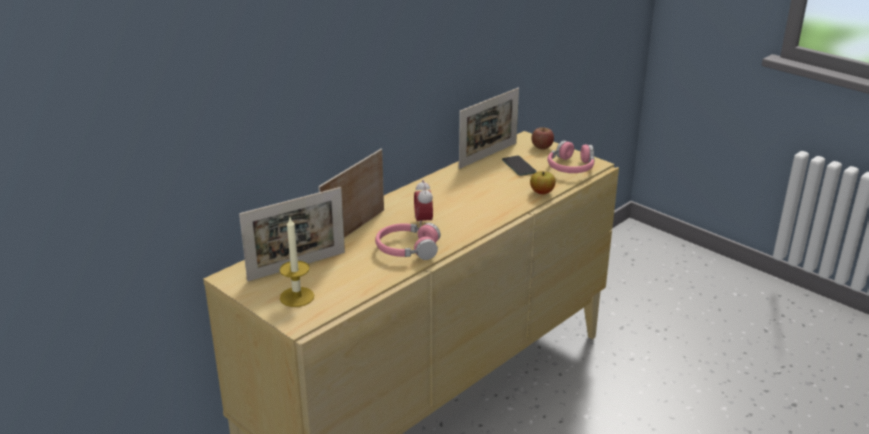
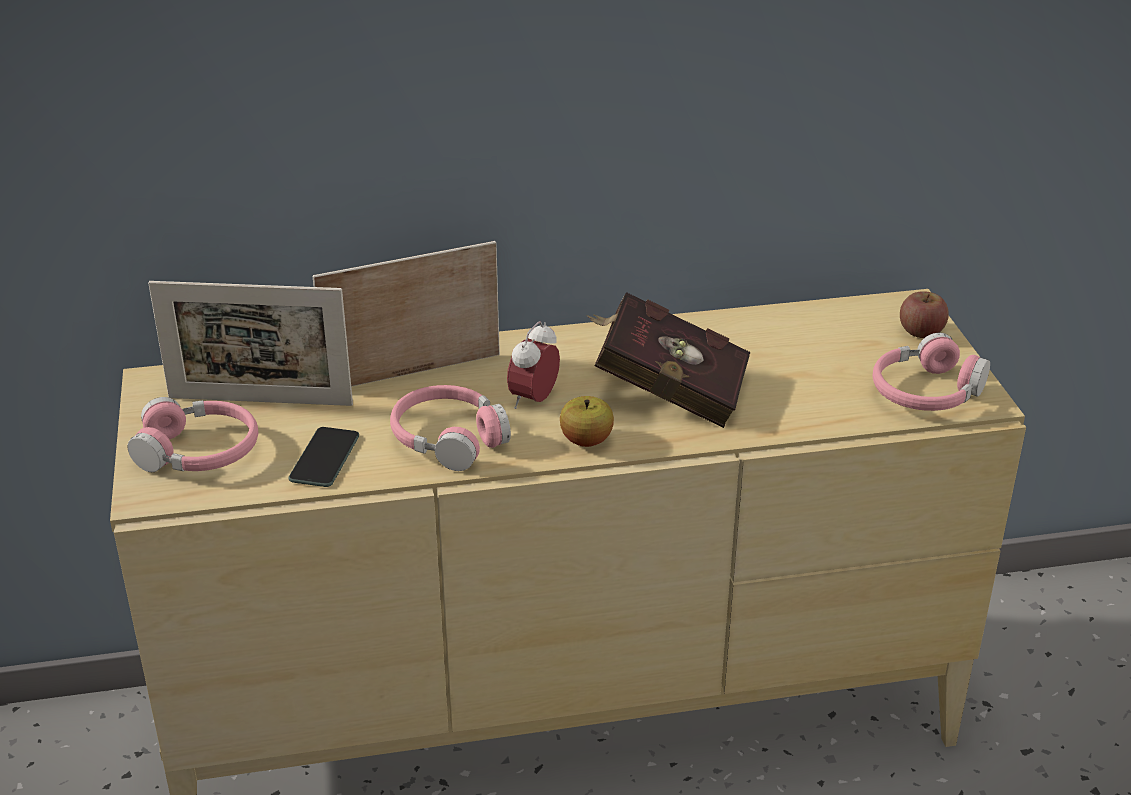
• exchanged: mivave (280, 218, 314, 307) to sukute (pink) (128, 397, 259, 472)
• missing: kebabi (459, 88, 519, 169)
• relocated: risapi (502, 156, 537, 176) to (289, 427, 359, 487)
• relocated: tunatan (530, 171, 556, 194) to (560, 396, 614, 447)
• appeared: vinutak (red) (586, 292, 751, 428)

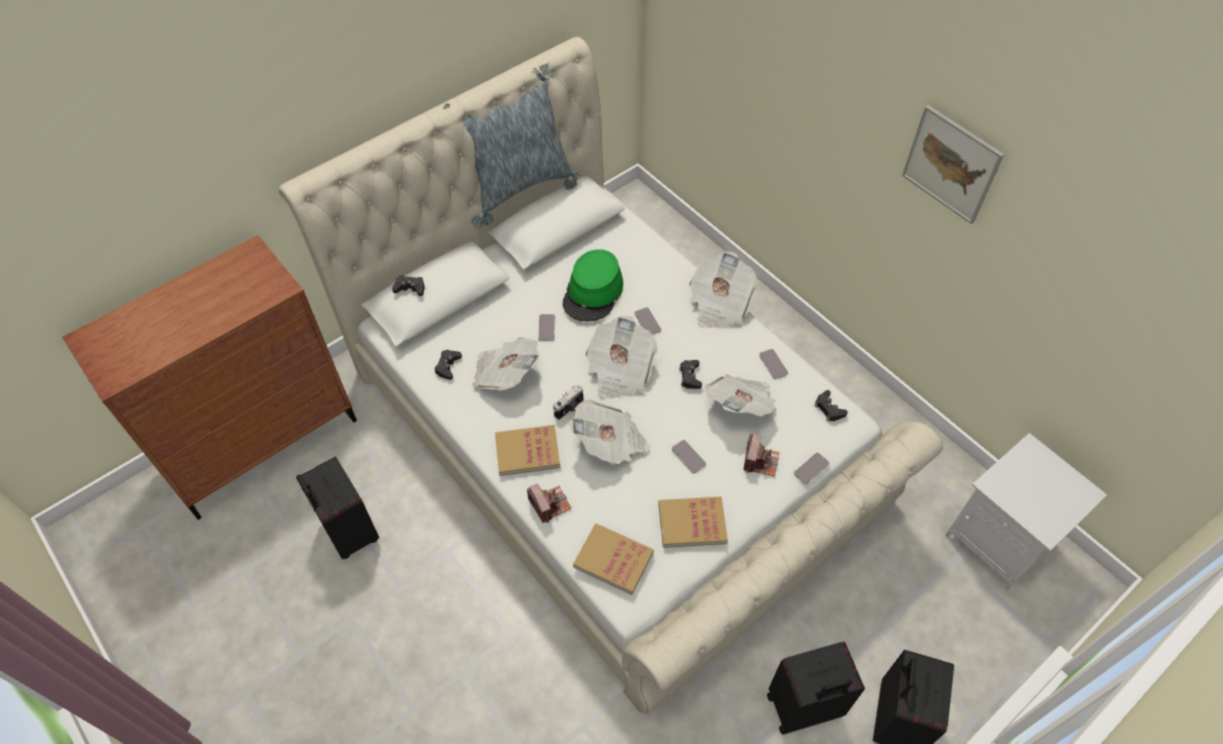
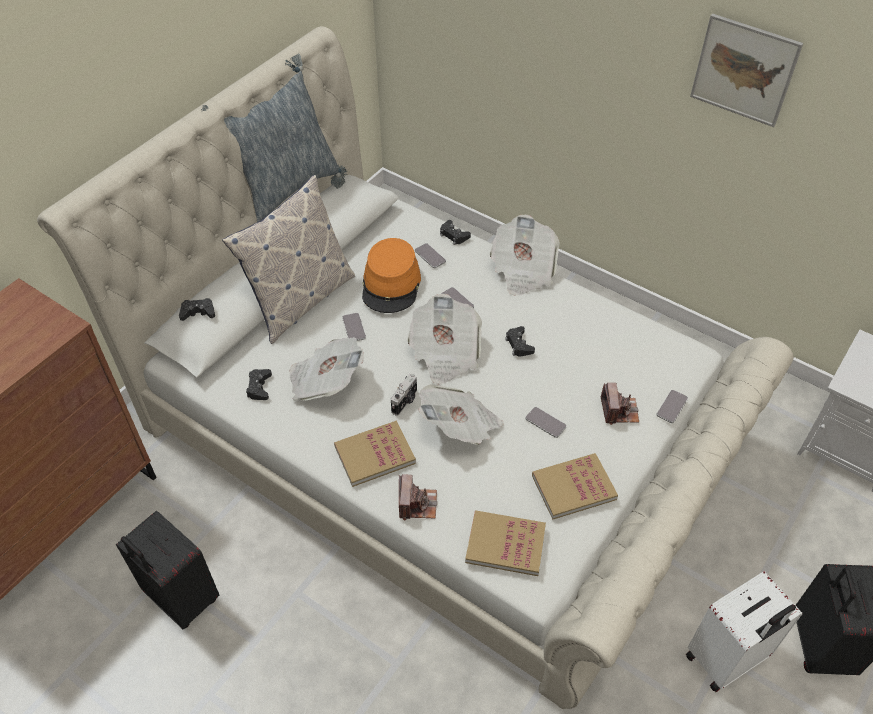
• spun: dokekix (527, 483, 572, 523) = (399, 474, 437, 520) 45 degrees clockwise
• colour: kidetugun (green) (563, 249, 623, 321) to kidetugun (orange) (362, 238, 421, 313)
• missing: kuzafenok (705, 374, 776, 416)
• relocated: risapi (759, 349, 788, 379) to (415, 243, 446, 268)
• colour: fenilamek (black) (767, 642, 865, 735) to fenilamek (white) (686, 571, 803, 692)
• relocated: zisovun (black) (814, 390, 848, 421) to (440, 220, 471, 245)
• appeared: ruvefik (222, 175, 355, 344)

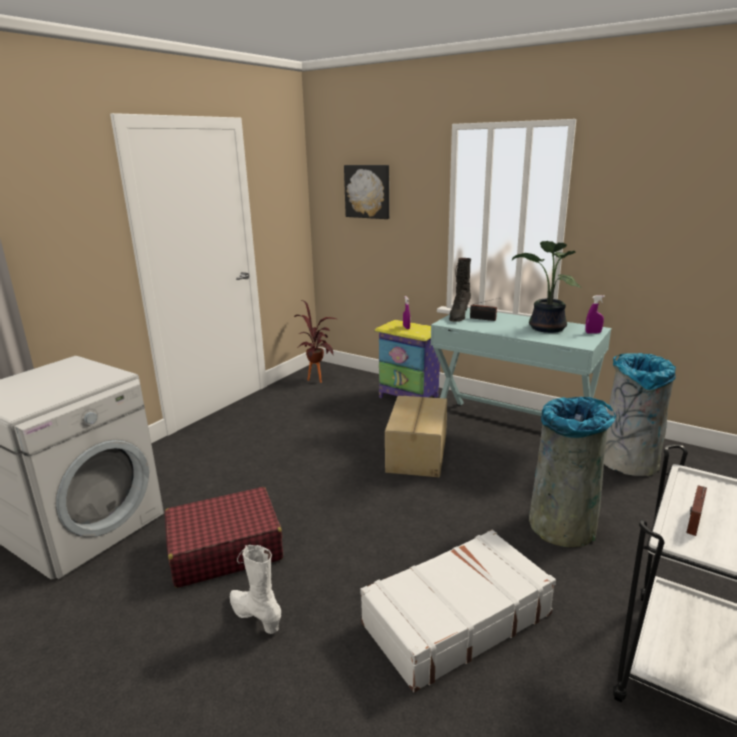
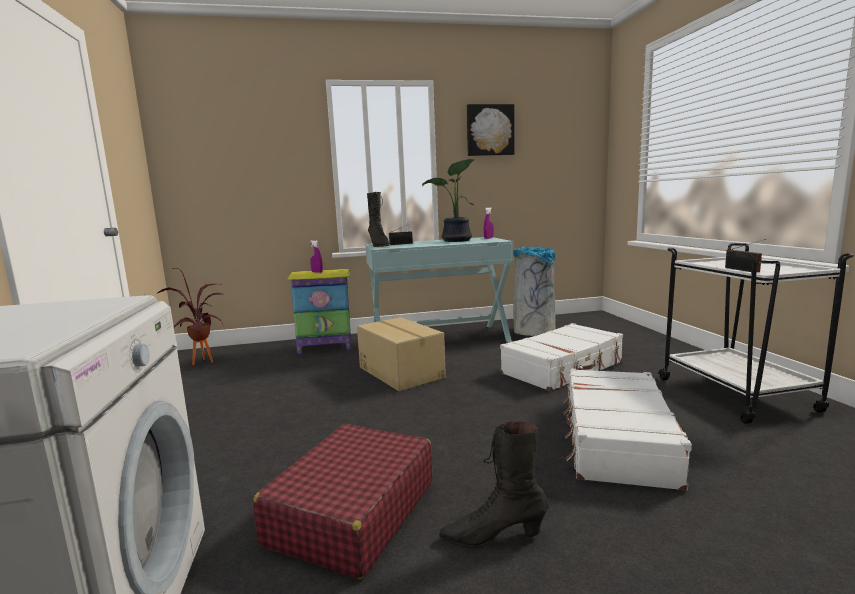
• colour: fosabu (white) (230, 545, 281, 634) to fosabu (black) (439, 421, 549, 549)
• relocated: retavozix (344, 165, 389, 219) to (467, 104, 515, 156)
• exchanged: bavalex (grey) (529, 397, 616, 547) to fenilamek (white) (500, 323, 623, 391)

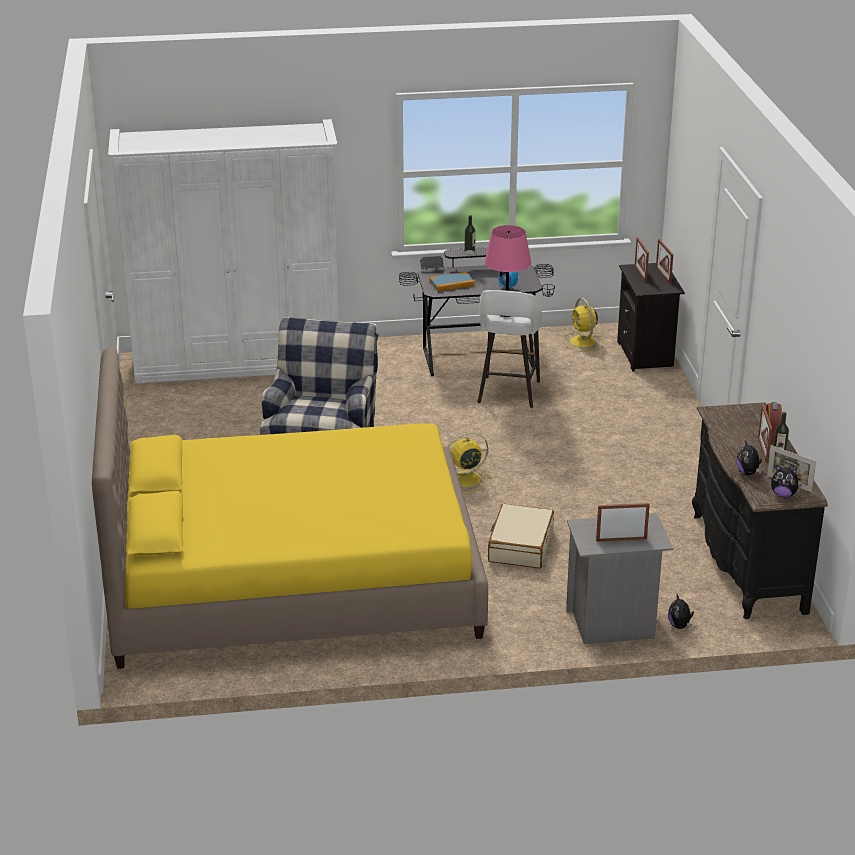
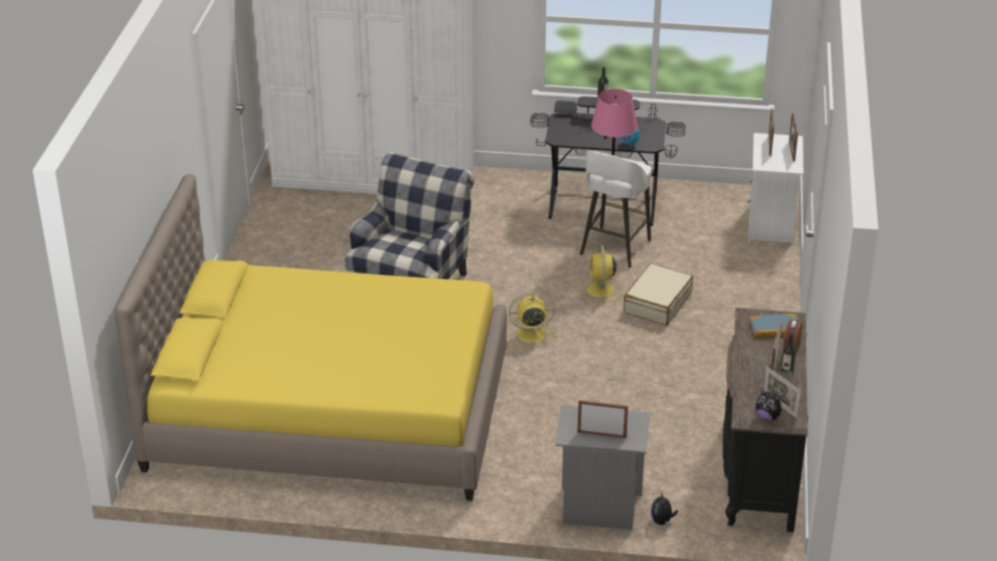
• relocated: vinutak (429, 272, 474, 292) to (749, 314, 798, 338)
• relocated: fenilamek (beige) (488, 504, 554, 569) to (624, 264, 693, 325)
• relocated: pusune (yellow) (563, 298, 605, 352) to (580, 245, 624, 303)
• colour: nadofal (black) (617, 263, 685, 372) to nadofal (white) (748, 133, 803, 243)
• missing: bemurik (736, 440, 762, 475)

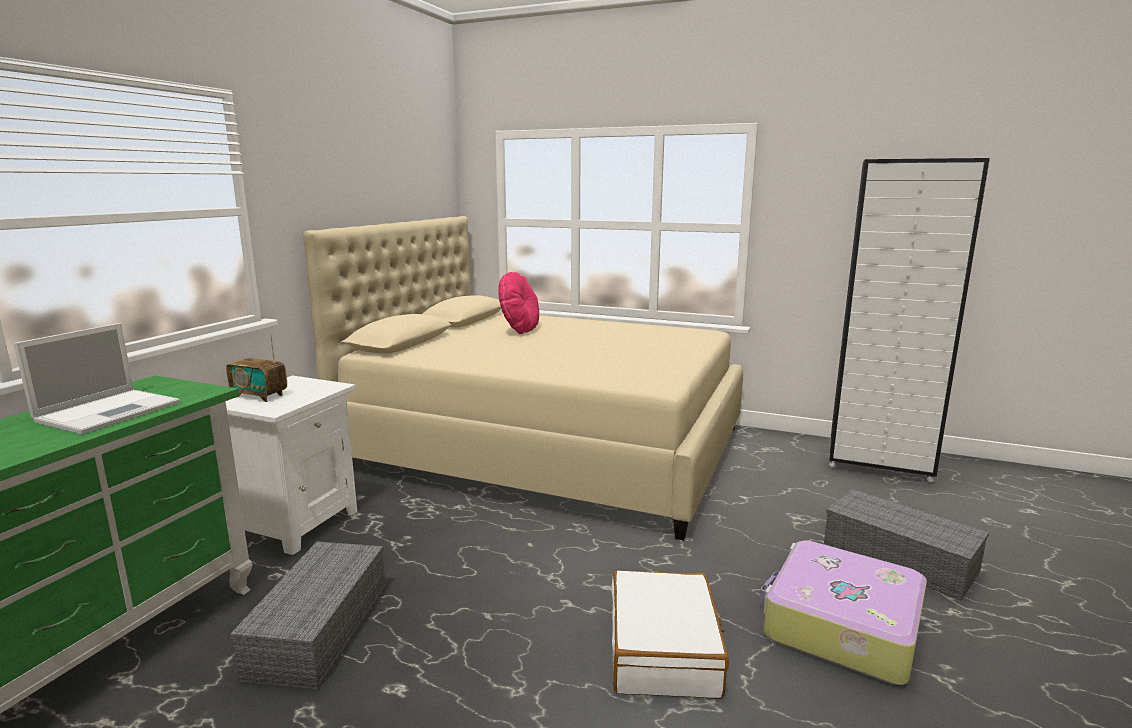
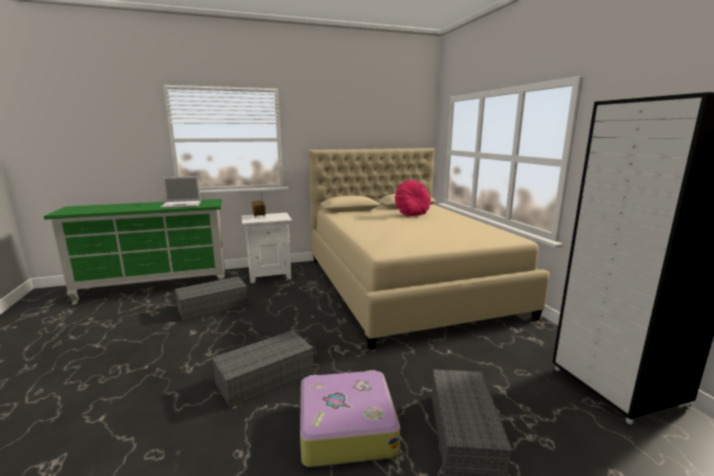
• exchanged: fenilamek (white) (612, 570, 729, 699) to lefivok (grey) (211, 330, 314, 408)

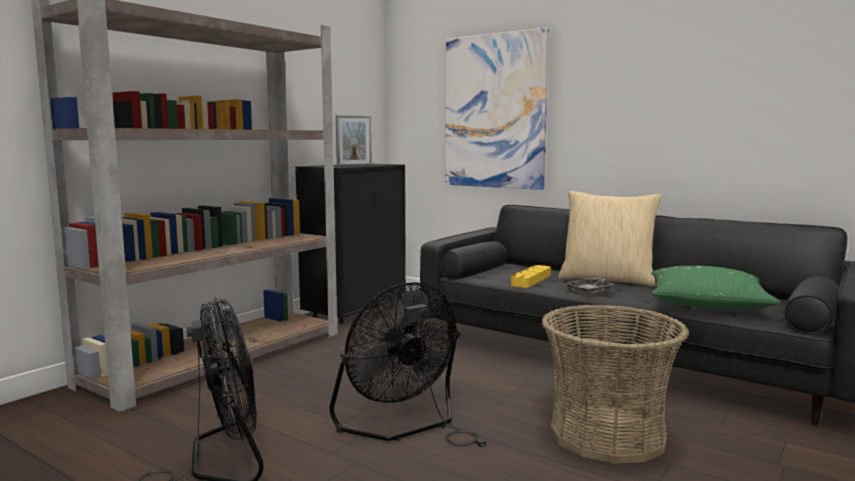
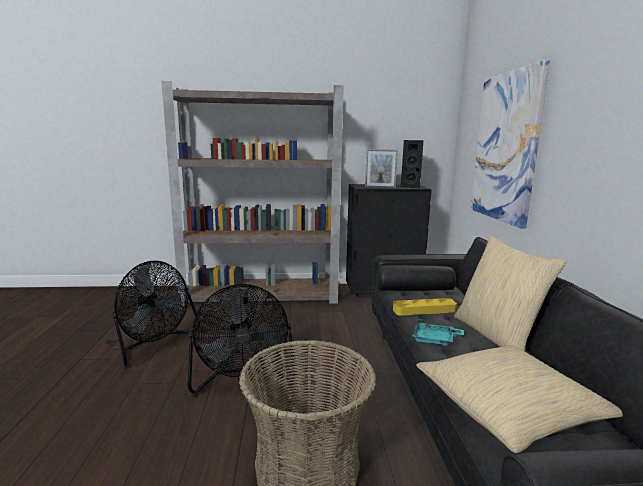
• spun: pusune (black) (329, 282, 486, 447) = (188, 284, 297, 397) 150 degrees clockwise
• colour: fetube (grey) (563, 277, 614, 294) to fetube (turquoise) (412, 319, 464, 346)
• colour: ruvefik (green) (651, 266, 781, 310) to ruvefik (beige) (416, 345, 623, 453)
• appeared: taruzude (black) (401, 140, 424, 188)

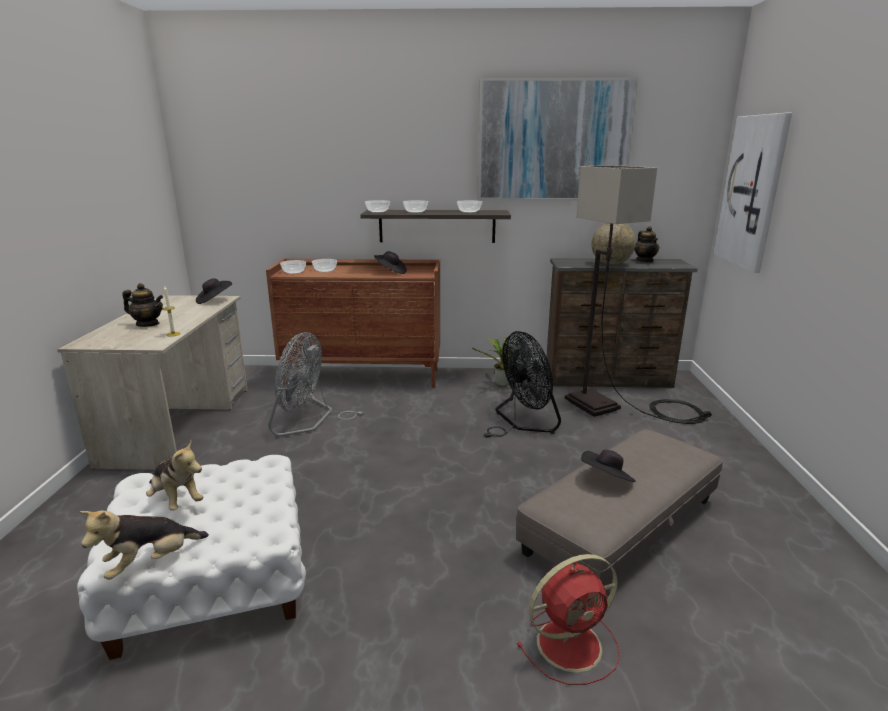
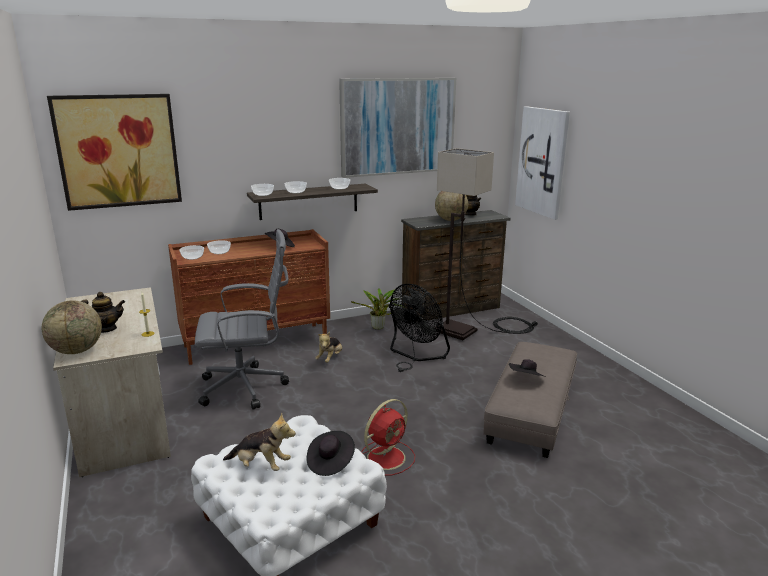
• relocated: bemurik (80, 510, 209, 580) to (315, 332, 342, 363)
• relocated: kidetugun (black) (196, 278, 232, 304) to (306, 431, 355, 476)
• exchanged: pusune (grey) (268, 332, 364, 438) to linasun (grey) (195, 229, 289, 410)
• relocated: pusune (red) (517, 554, 620, 685) to (361, 399, 415, 475)
• appeared: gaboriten (42, 300, 102, 354)
• appeared: retavozix (47, 94, 182, 211)

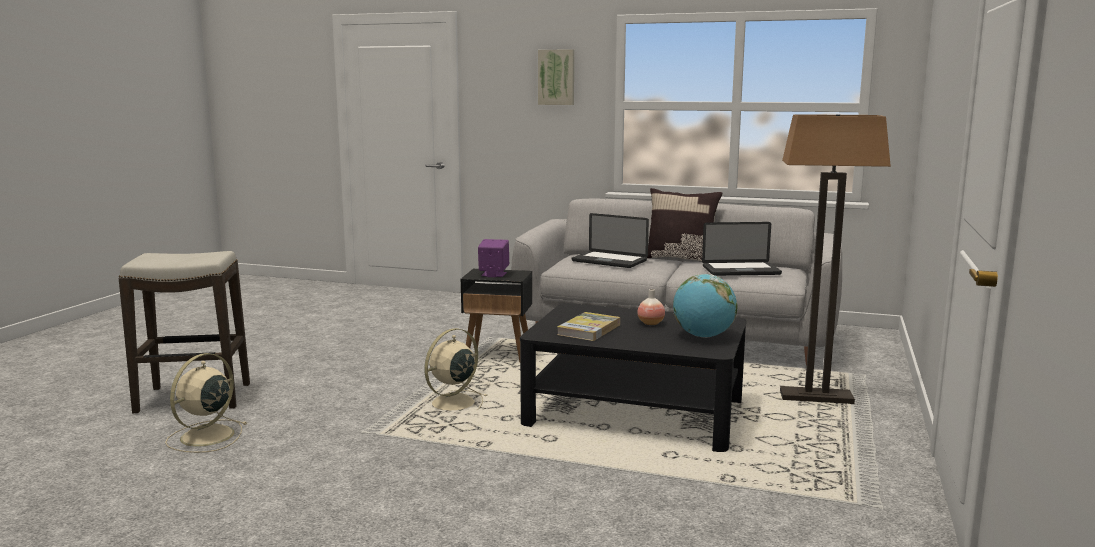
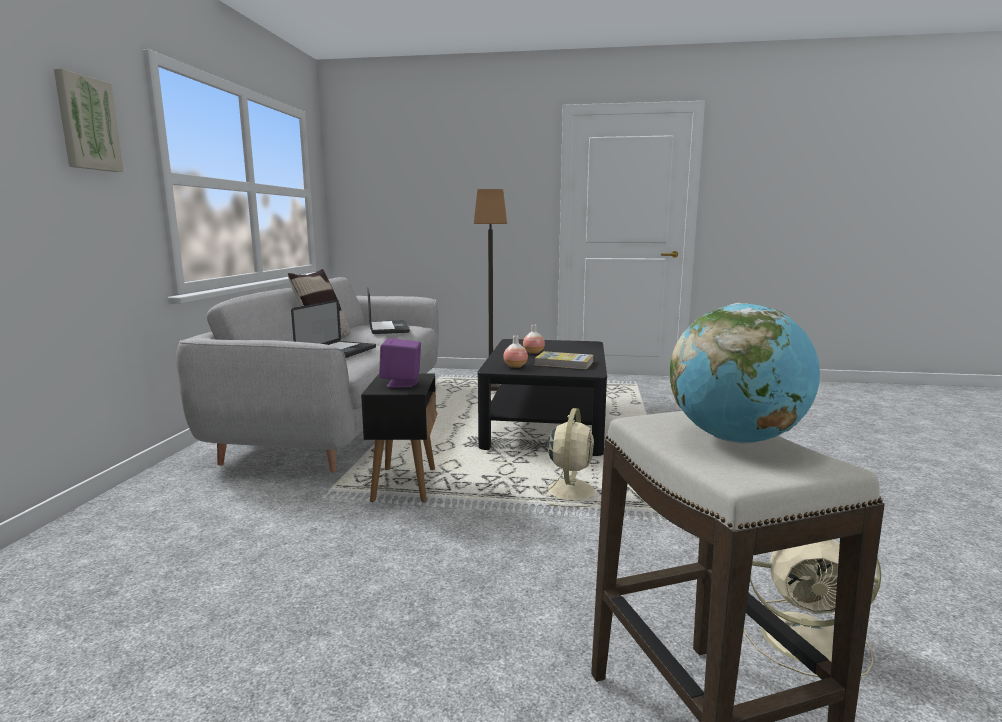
• spun: pusune (beige) (424, 328, 487, 410) = (536, 408, 600, 507) 105 degrees counterclockwise
• relocated: gaboriten (673, 274, 737, 338) to (670, 303, 820, 444)
• appeared: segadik (503, 335, 528, 368)

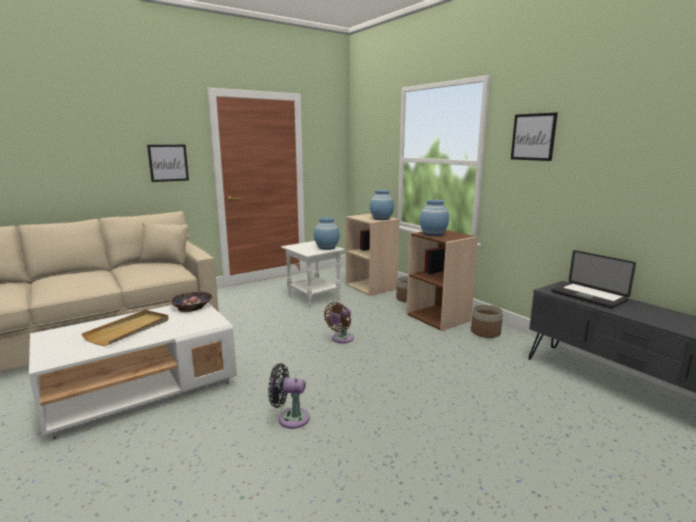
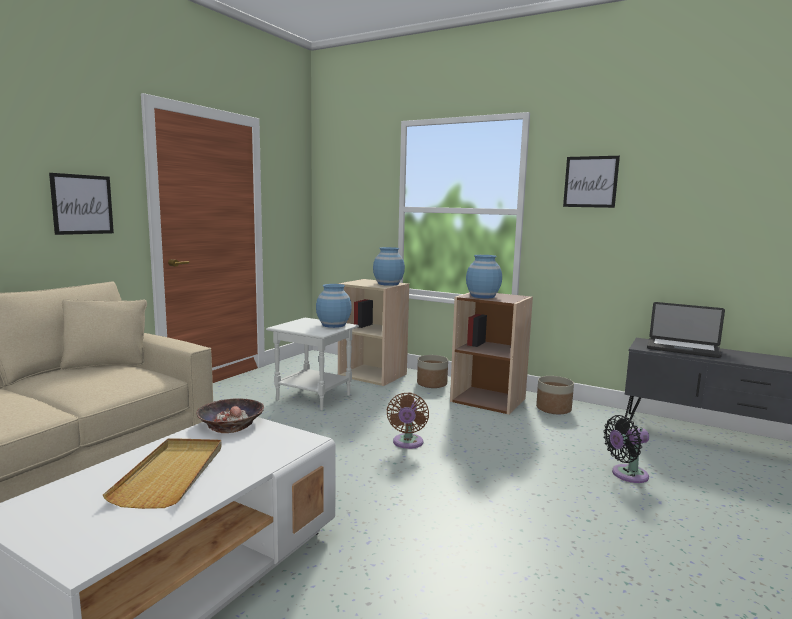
• relocated: pusune (black) (268, 363, 310, 429) to (603, 415, 649, 483)

